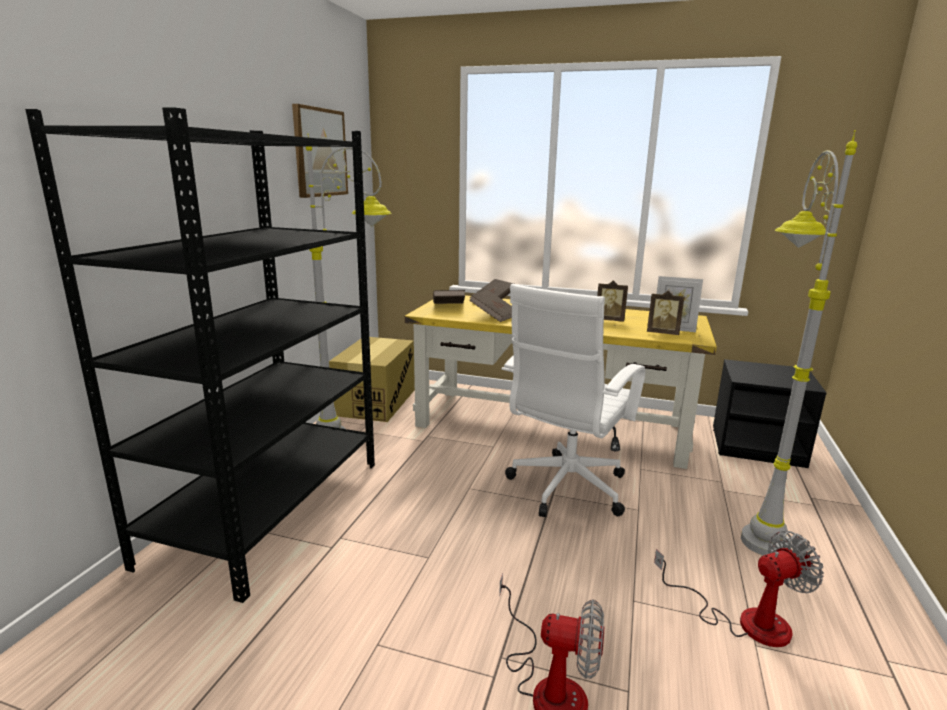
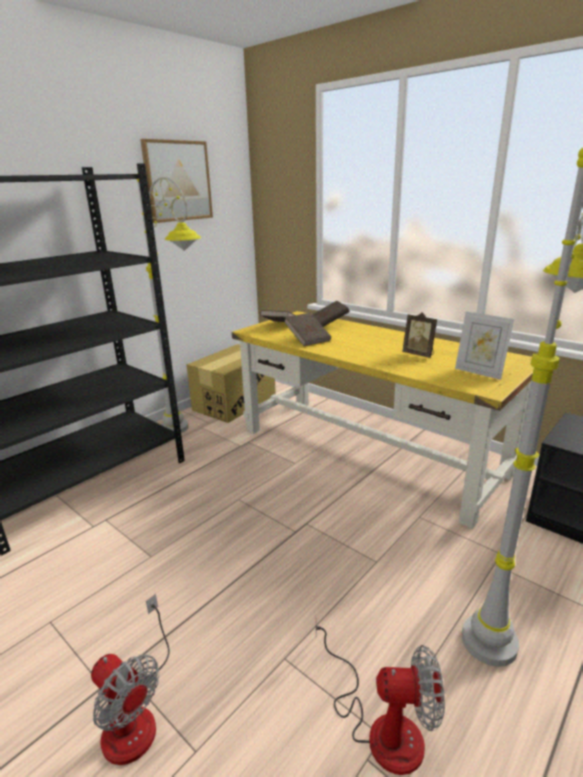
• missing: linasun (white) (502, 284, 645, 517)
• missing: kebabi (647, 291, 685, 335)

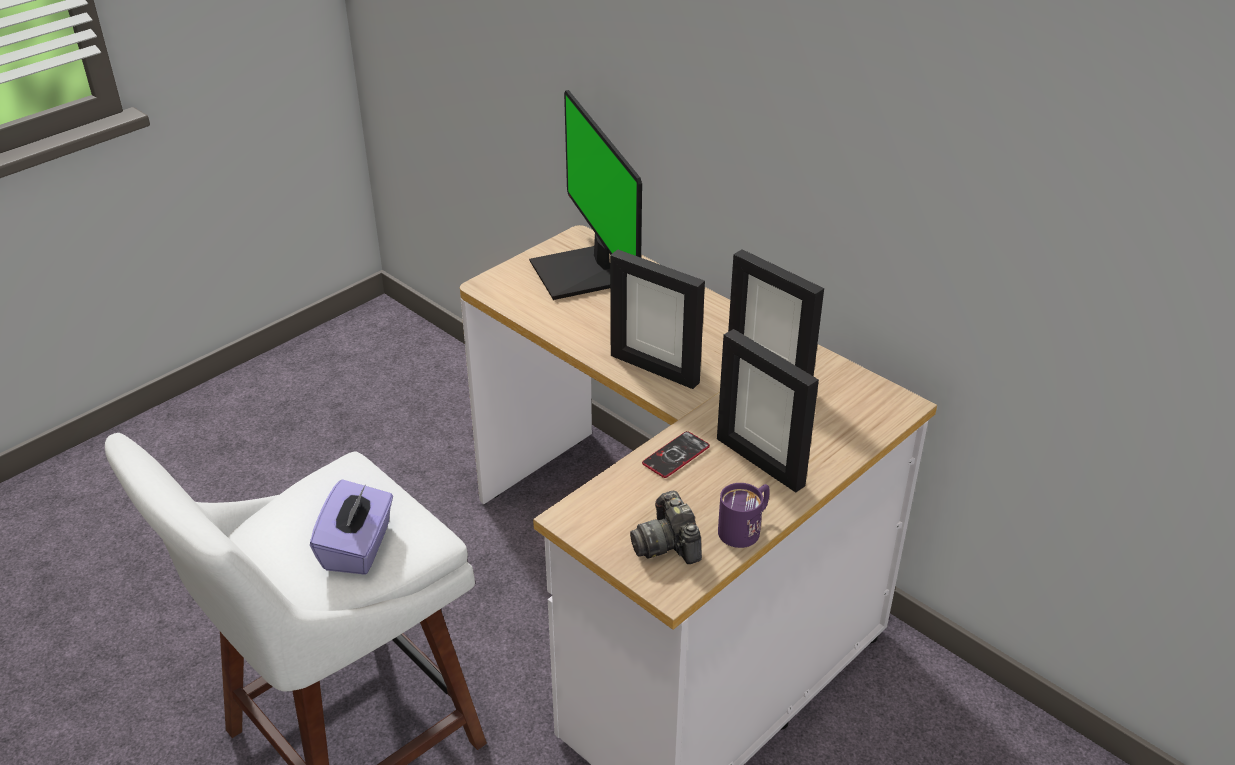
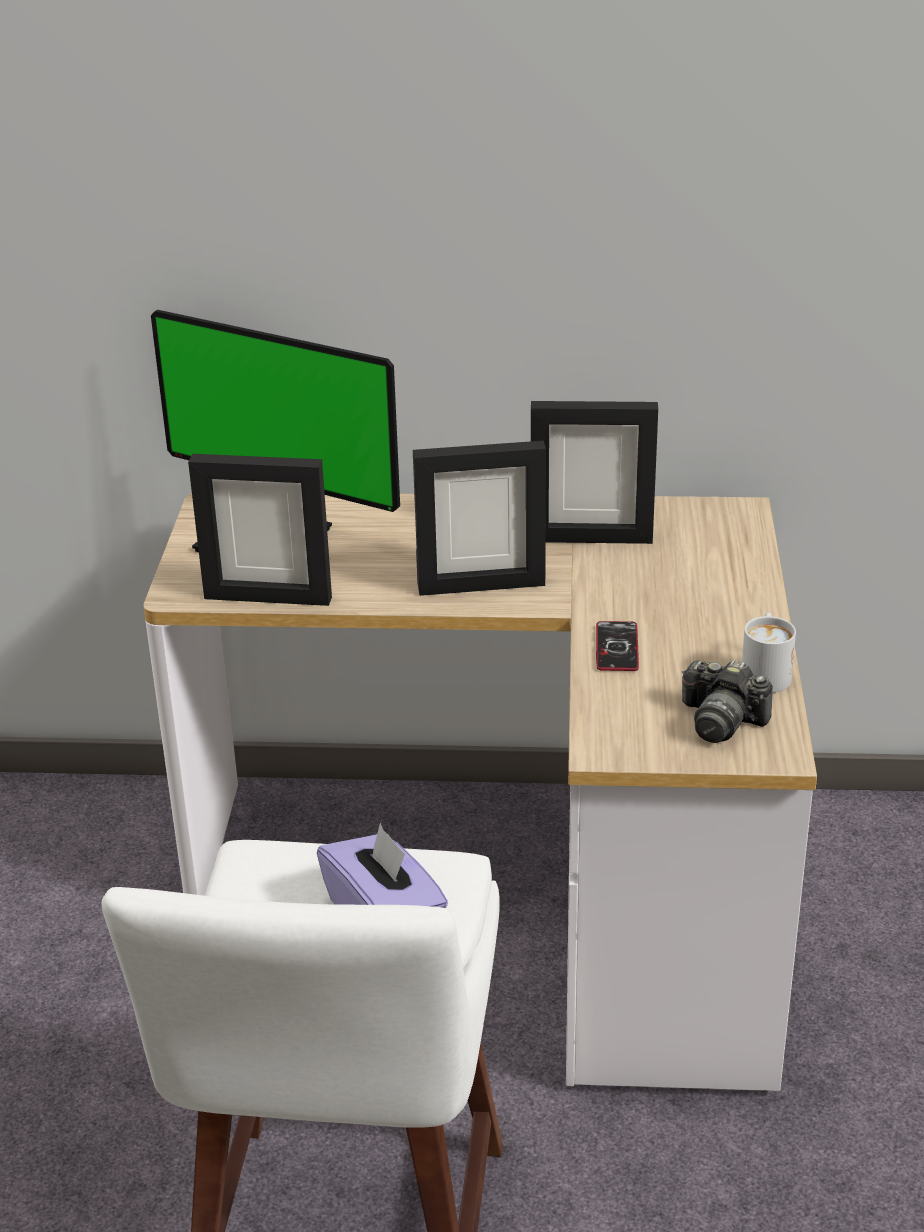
• relocated: kebabi (717, 329, 819, 493) to (188, 454, 332, 606)
• colour: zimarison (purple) (718, 483, 770, 548) to zimarison (white) (742, 613, 796, 693)

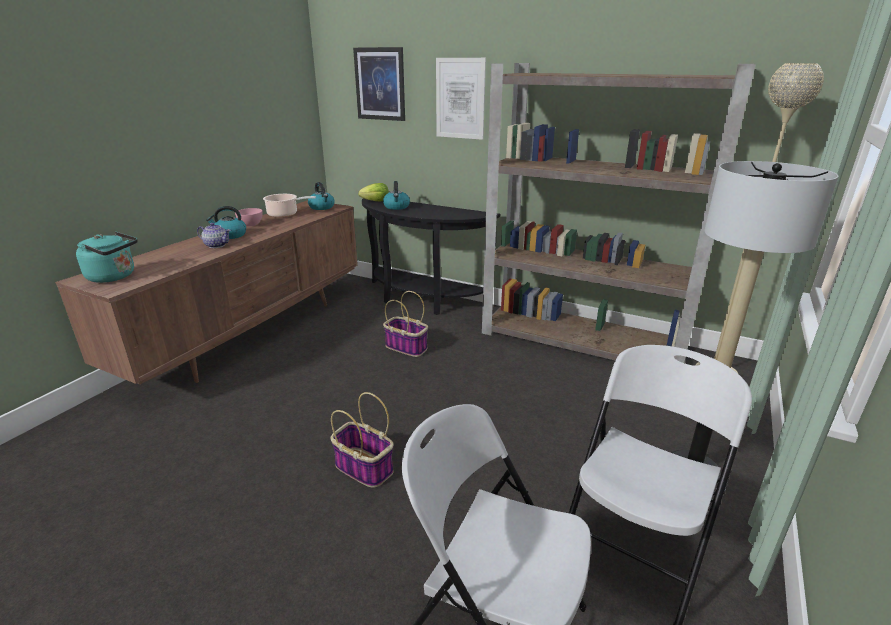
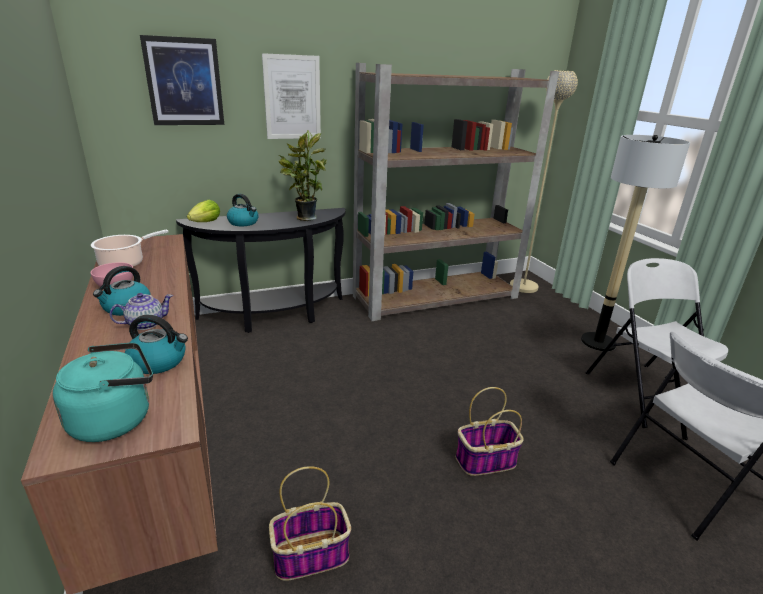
• relocated: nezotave (308, 182, 335, 210) to (125, 315, 188, 374)
• relocated: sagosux (383, 291, 428, 357) to (269, 466, 351, 581)
• appeared: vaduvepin (278, 130, 327, 221)

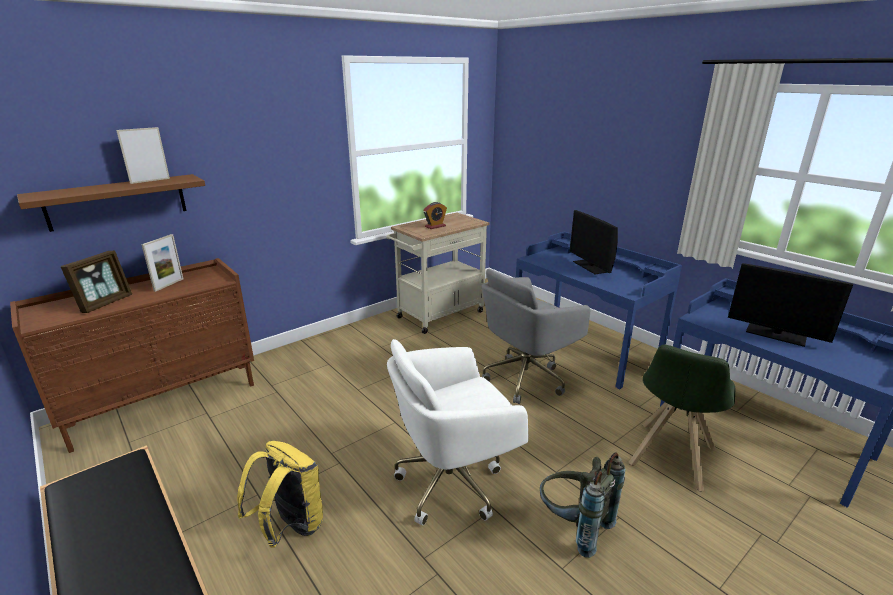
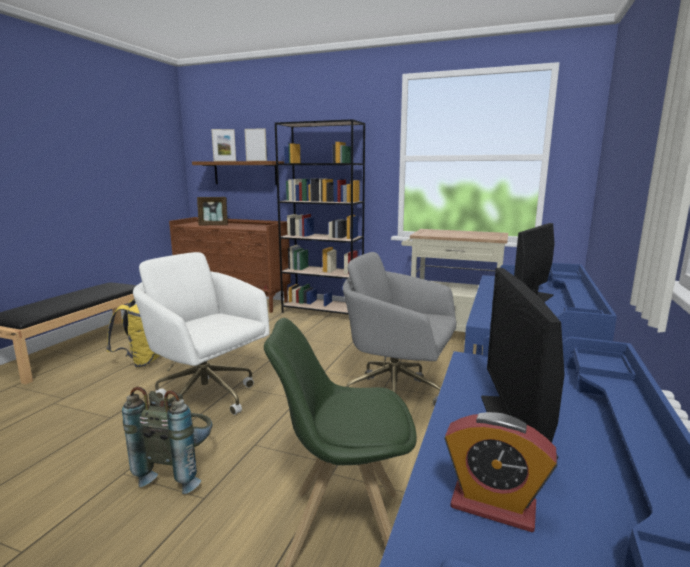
• relocated: kebabi (141, 234, 183, 292) to (211, 129, 236, 161)
• relocated: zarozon (424, 202, 447, 229) to (444, 412, 557, 532)
• appeared: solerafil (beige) (275, 119, 365, 314)

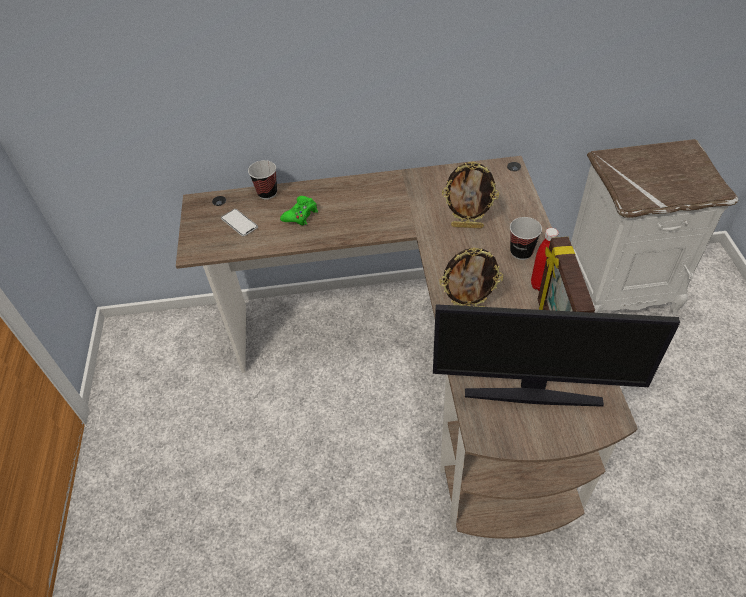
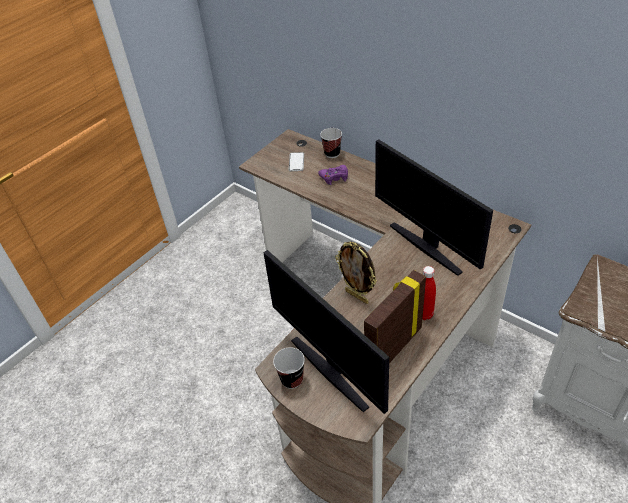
• colour: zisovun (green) (280, 196, 318, 225) to zisovun (purple) (318, 165, 348, 185)
• exchanged: kebabi (442, 161, 499, 228) to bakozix (375, 139, 493, 276)
• relocated: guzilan (510, 217, 542, 260) to (273, 347, 305, 389)

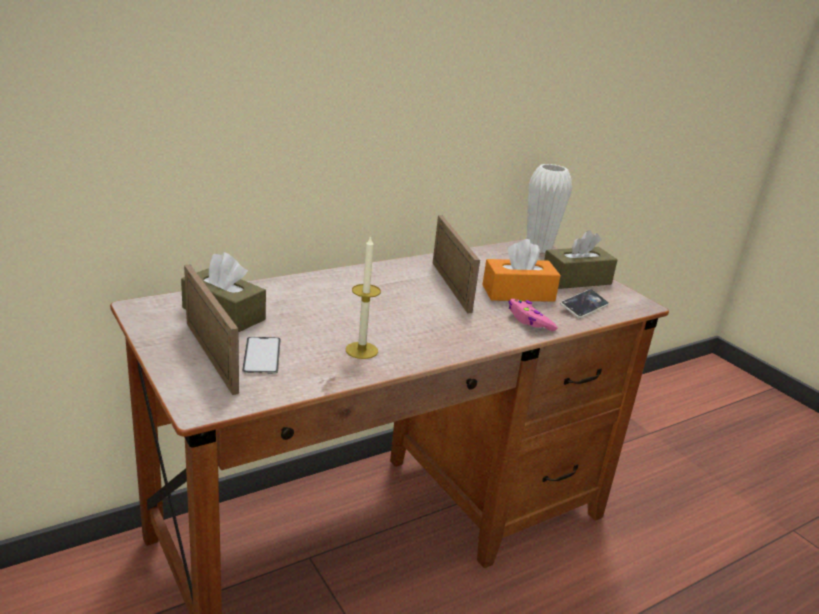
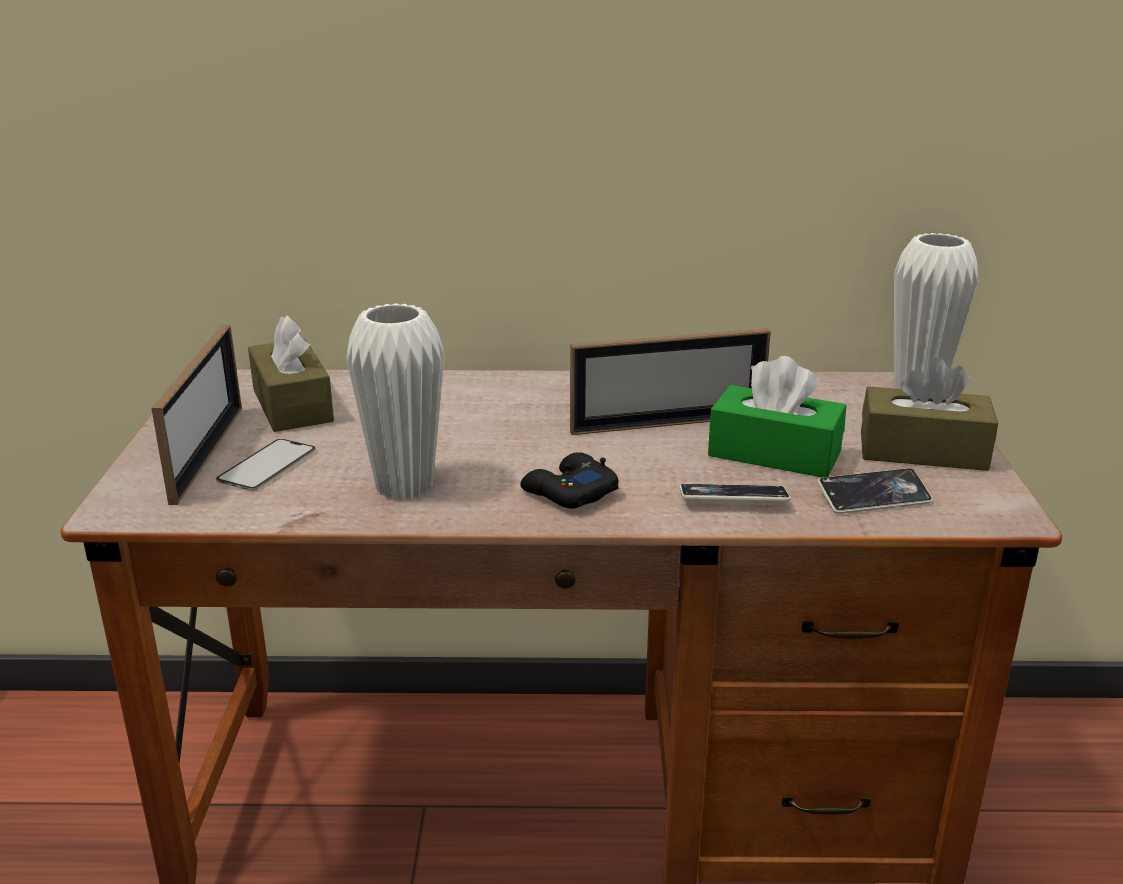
• exchanged: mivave (346, 235, 381, 359) to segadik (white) (346, 303, 445, 500)
• spun: kebabi (433, 215, 480, 313) = (570, 328, 771, 435) 60 degrees clockwise
• colour: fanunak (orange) (482, 239, 561, 302) to fanunak (green) (708, 356, 847, 478)
• exchanged: zisovun (pink) (509, 299, 558, 331) to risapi (680, 484, 791, 501)
• appeared: zisovun (black) (520, 452, 619, 509)

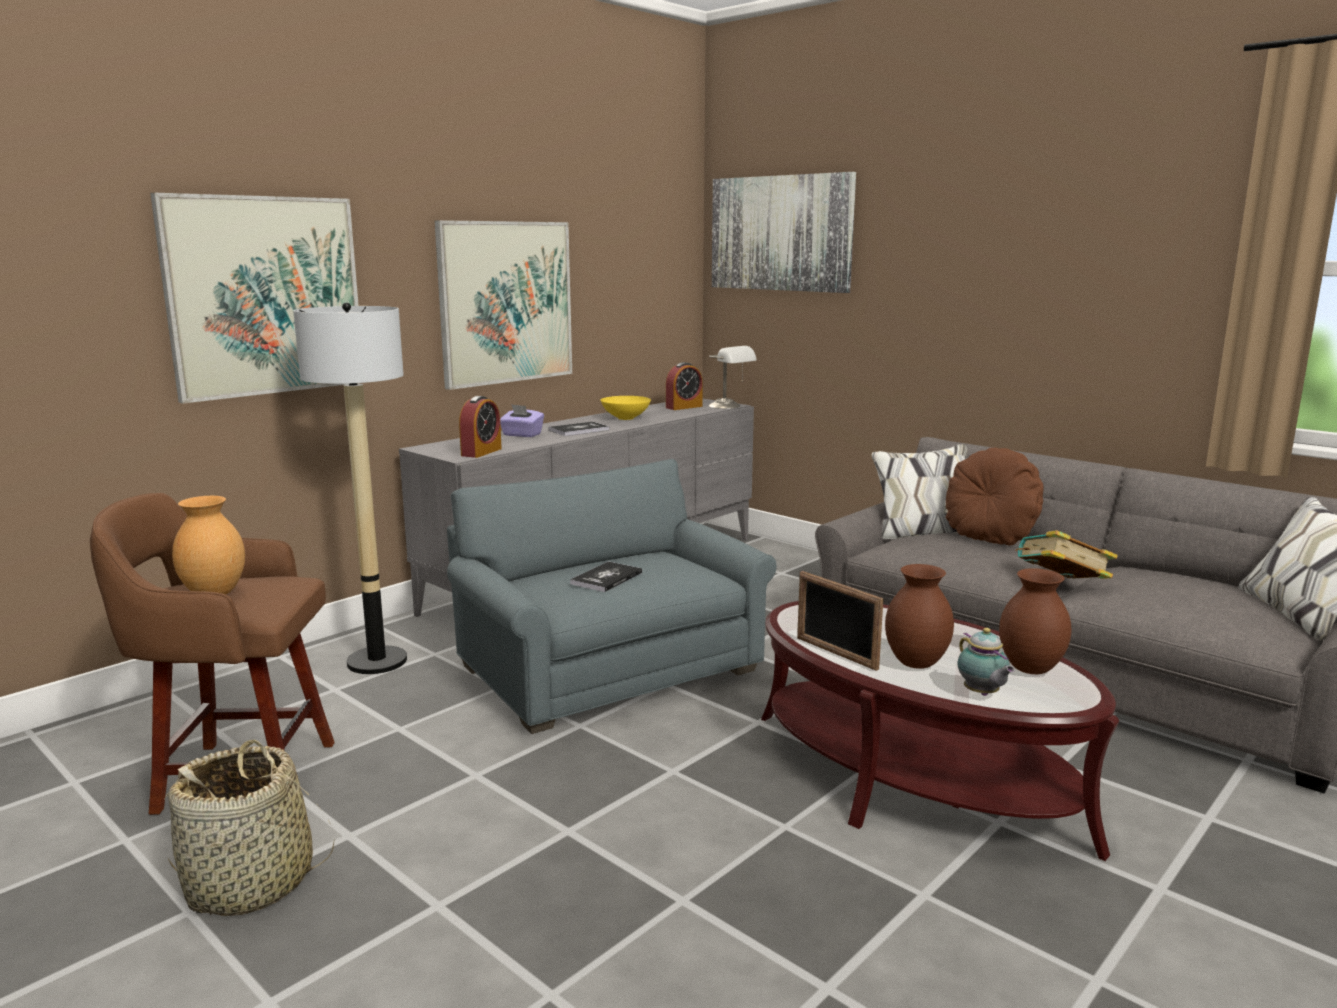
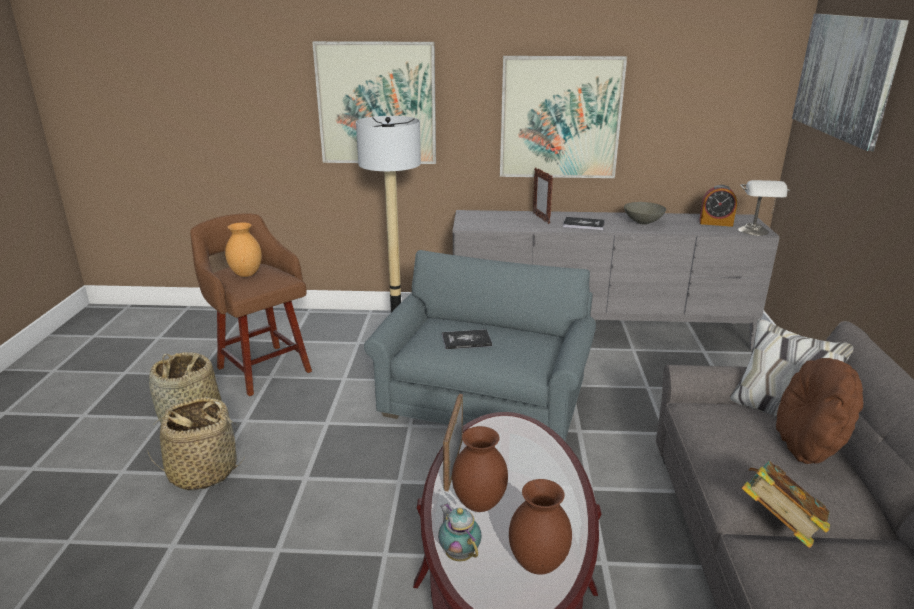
• missing: zarozon (459, 396, 502, 458)
• exchanged: fanunak (purple) (500, 404, 544, 437) to kebabi (533, 167, 553, 224)
• colour: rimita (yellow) (601, 396, 651, 420) to rimita (grey) (624, 202, 666, 225)
• spun: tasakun (957, 628, 1015, 696) = (438, 503, 481, 561) 120 degrees clockwise
• appeared: sagosux (146, 397, 245, 491)

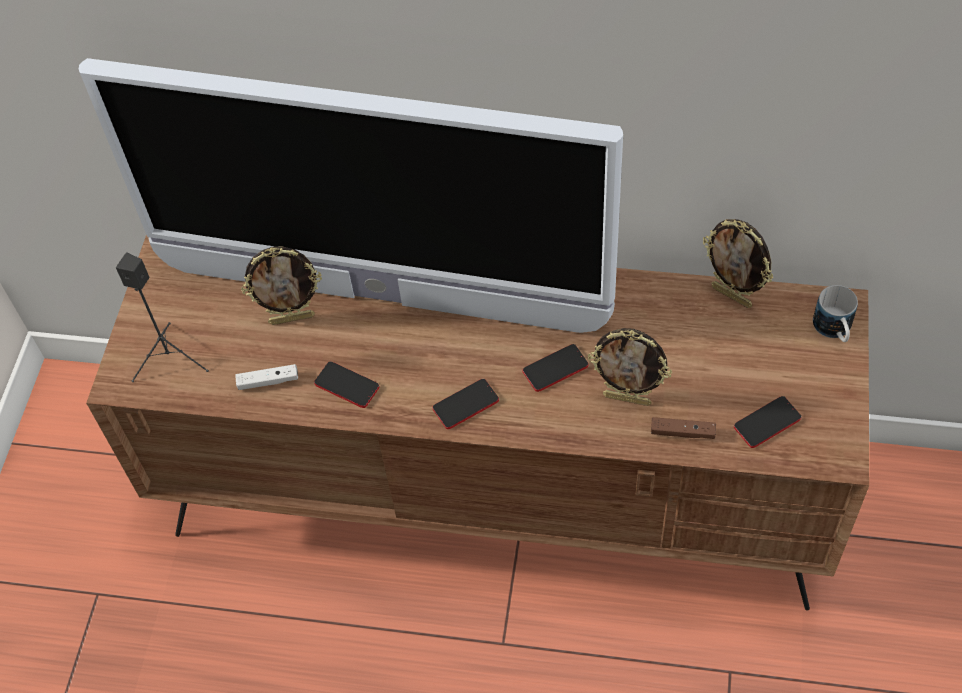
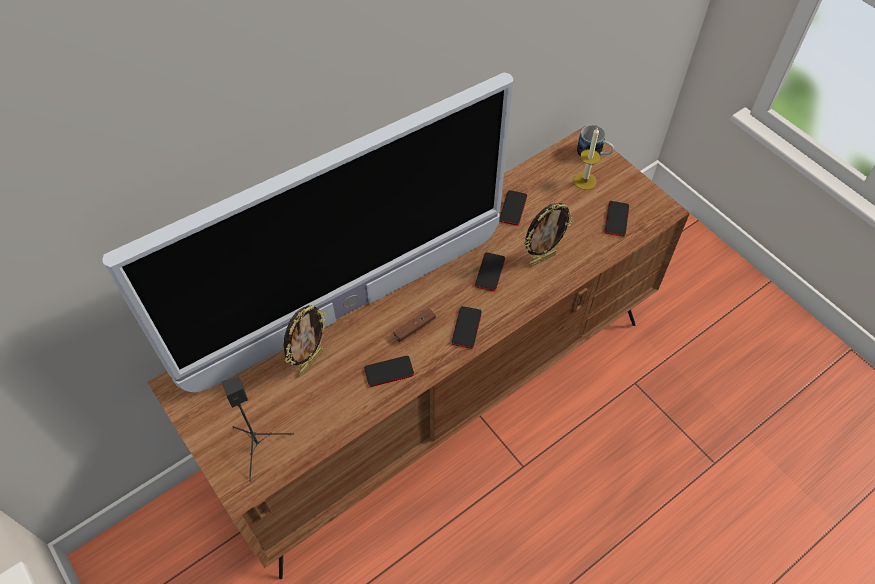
• missing: zisovun (white) (235, 364, 298, 390)
• relocated: zisovun (brown) (651, 417, 716, 439) to (394, 308, 436, 342)
• missing: kebabi (703, 219, 773, 308)
• appeared: risapi (499, 190, 527, 226)
• appeared: mivave (574, 128, 601, 190)

